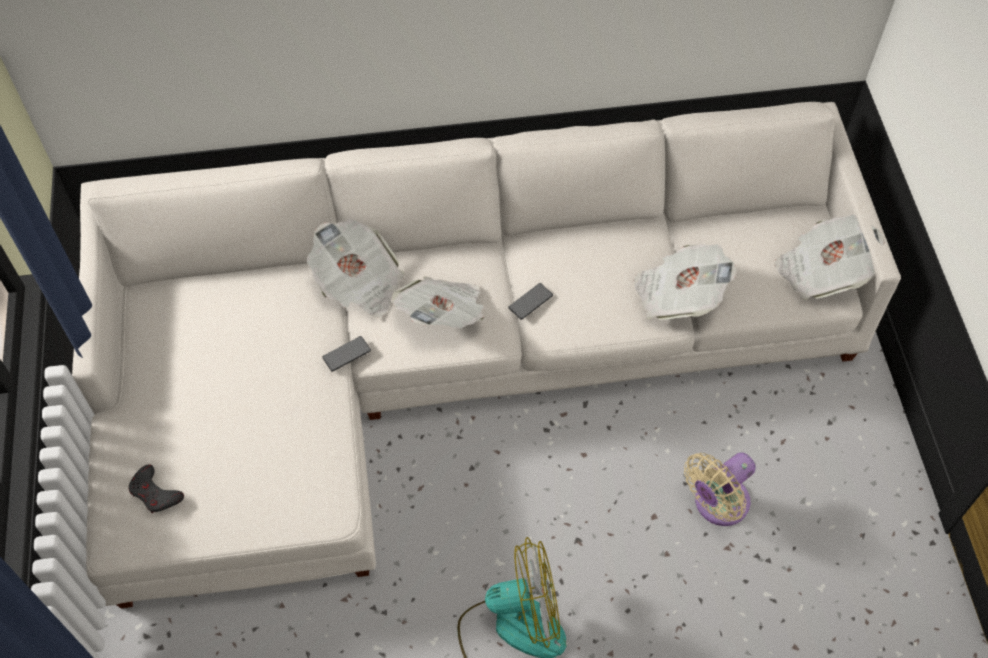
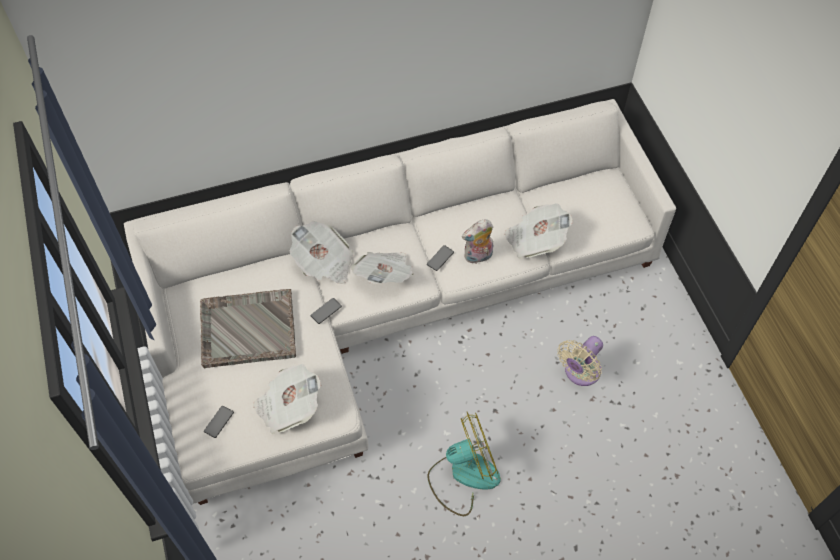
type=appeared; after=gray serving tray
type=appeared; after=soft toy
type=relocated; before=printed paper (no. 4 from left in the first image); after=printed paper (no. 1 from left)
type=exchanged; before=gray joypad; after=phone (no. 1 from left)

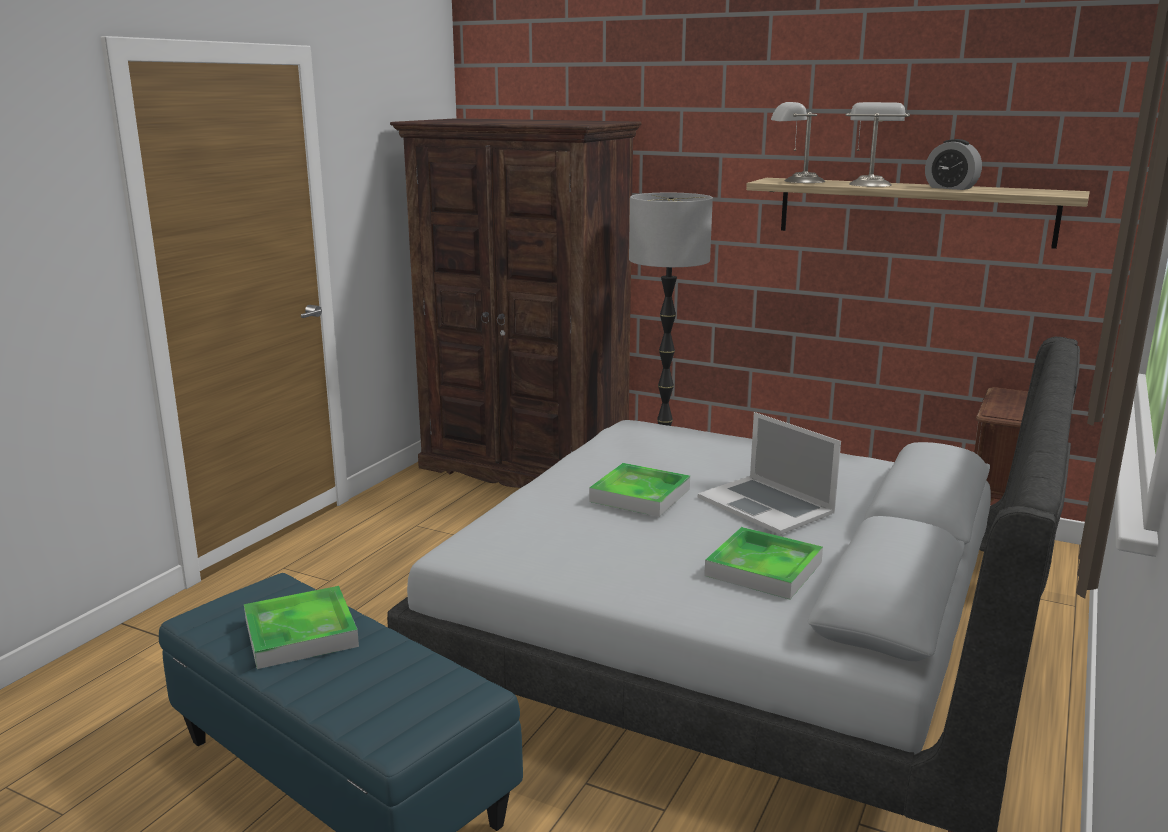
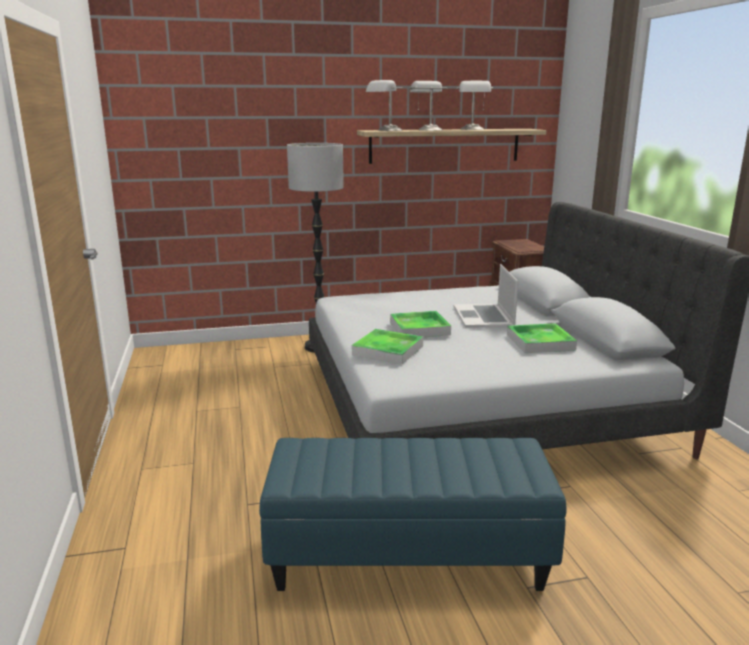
type=missing; before=brown armoire
type=relocated; before=serving tray (no. 1 from left)
type=exchanged; before=alarm clock; after=whitish tabletop lamp (no. 3 from left)
type=spun; before=portable computer; turn=75

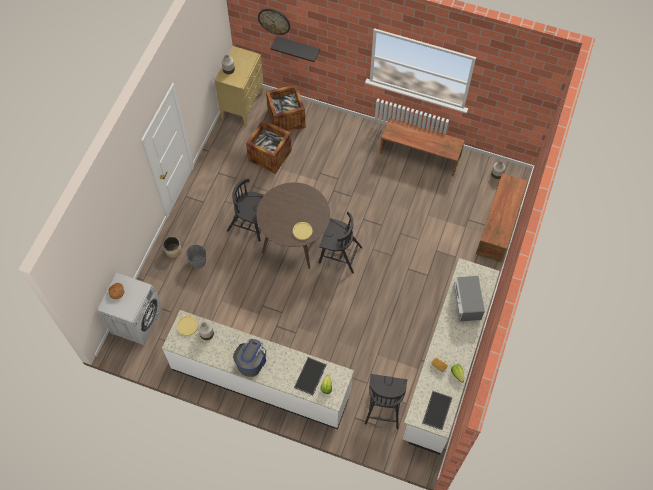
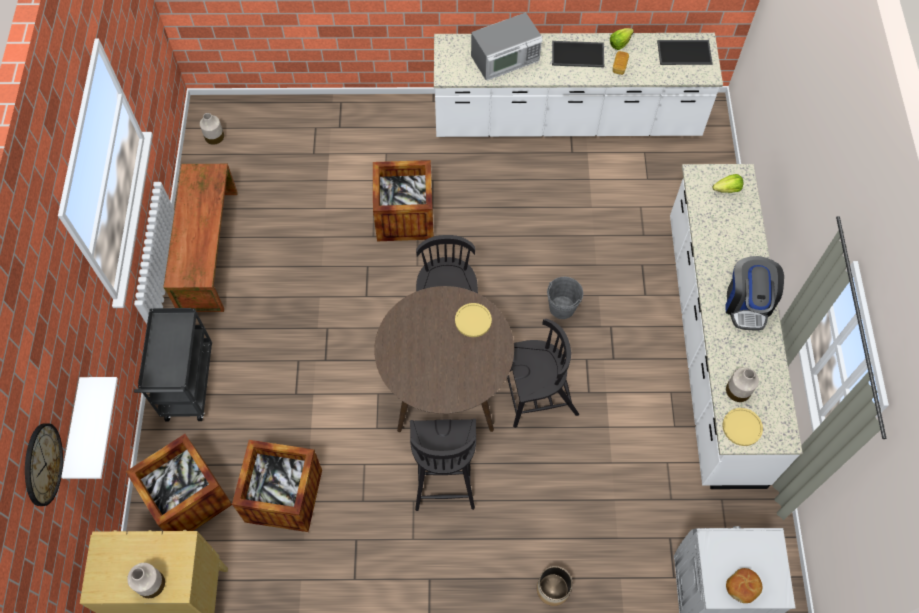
type=missing; before=brown bench (no. 2 from left)
type=appeared; after=gray cart
type=appeared; after=crate (no. 3 from left)
type=relocated; before=gray water bucket
type=relocated; before=serving tray (no. 1 from left)
type=relocated; before=blackish chair (no. 3 from left)
type=colour; before=blackish wall shelf; after=whitish wall shelf
type=spun; before=coffee machine; turn=-90

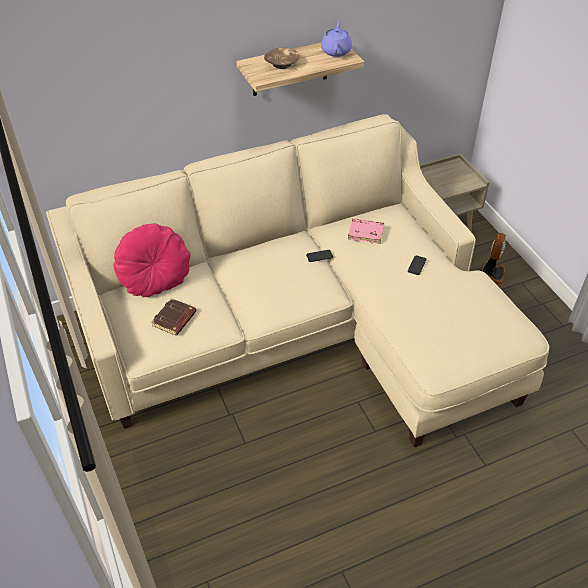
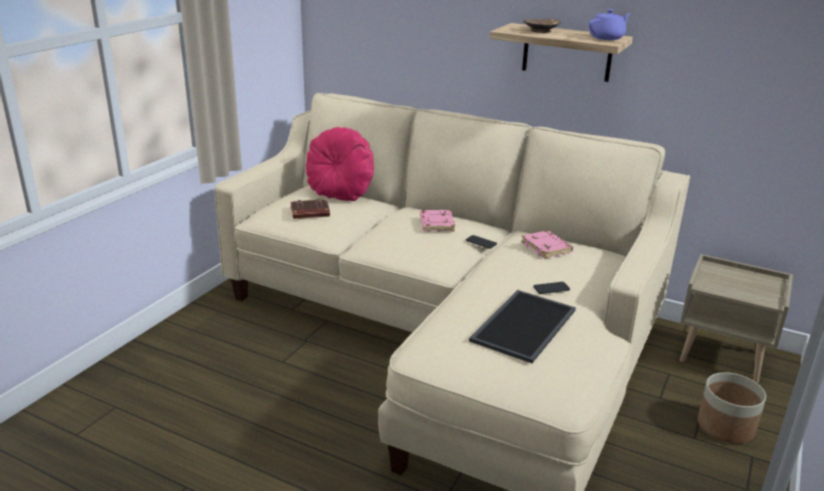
type=appeared; after=pinkish bound book (no. 1 from left)
type=appeared; after=serving tray
type=exchanged; before=electric fan; after=planter

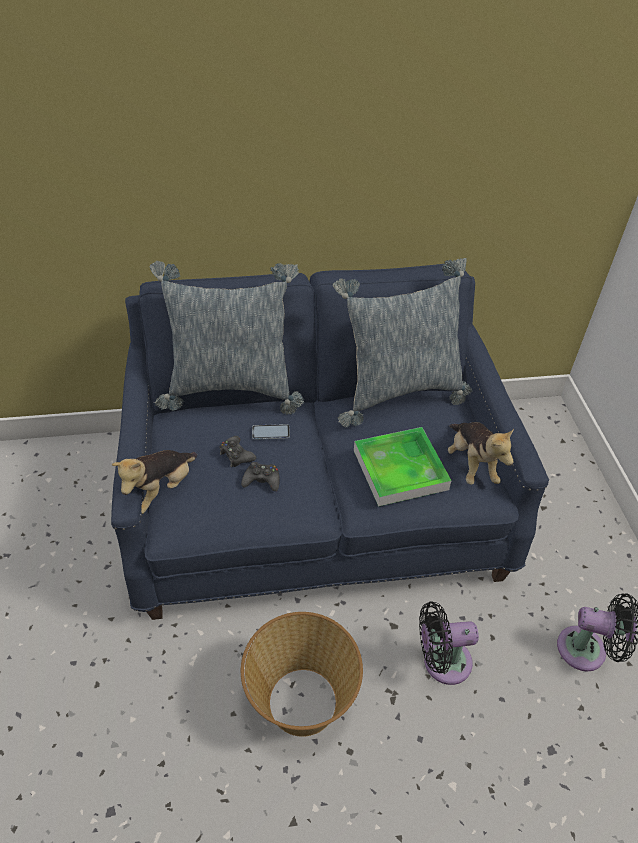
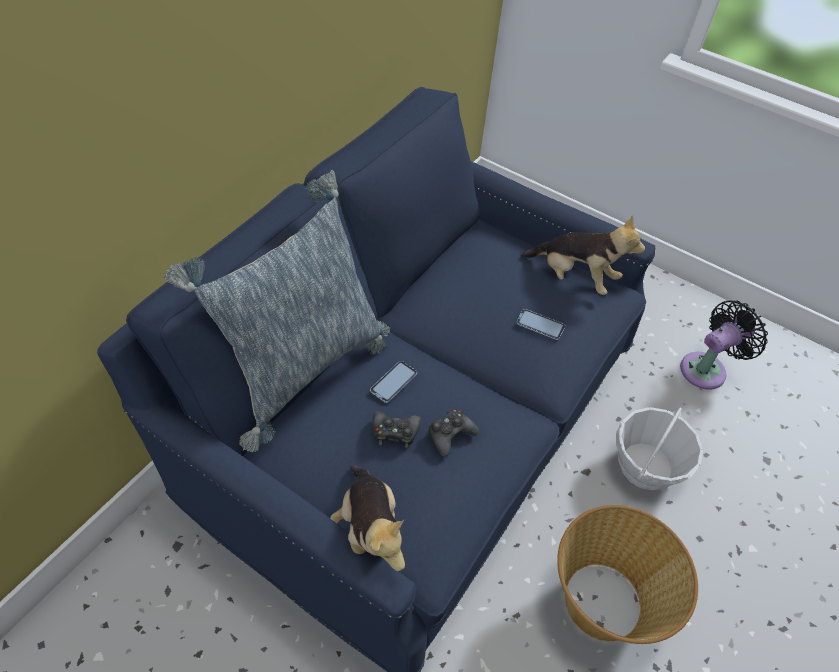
type=missing; before=cushion (no. 2 from left)
type=exchanged; before=serving tray; after=phone (no. 2 from left)
type=exchanged; before=blackish electric fan (no. 1 from left); after=basket (no. 2 from left)

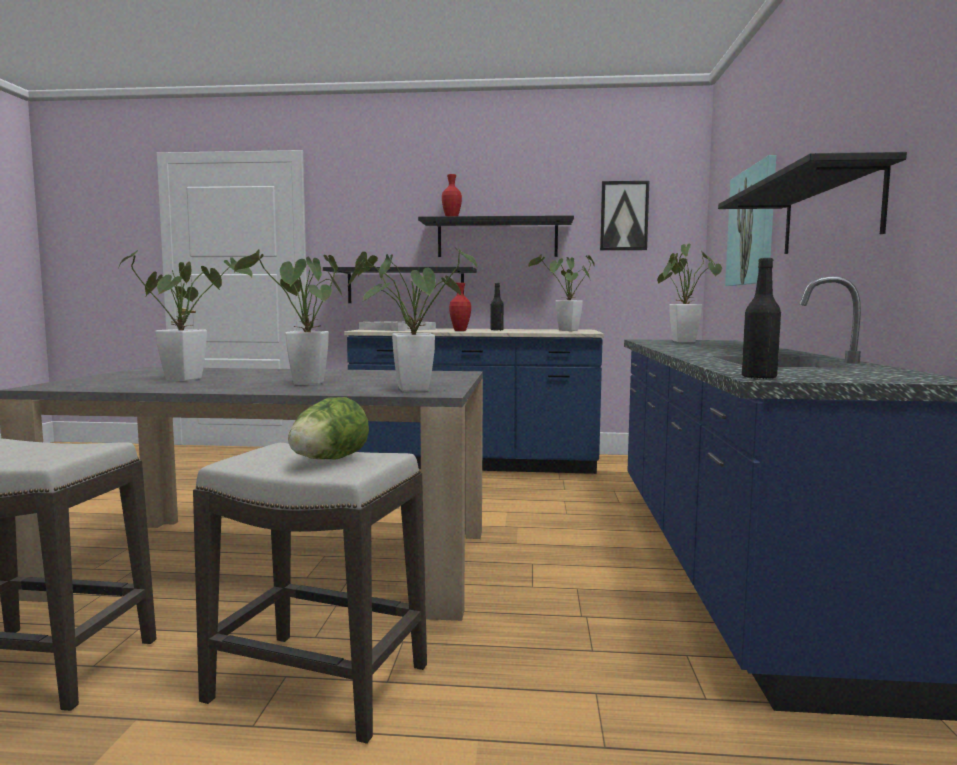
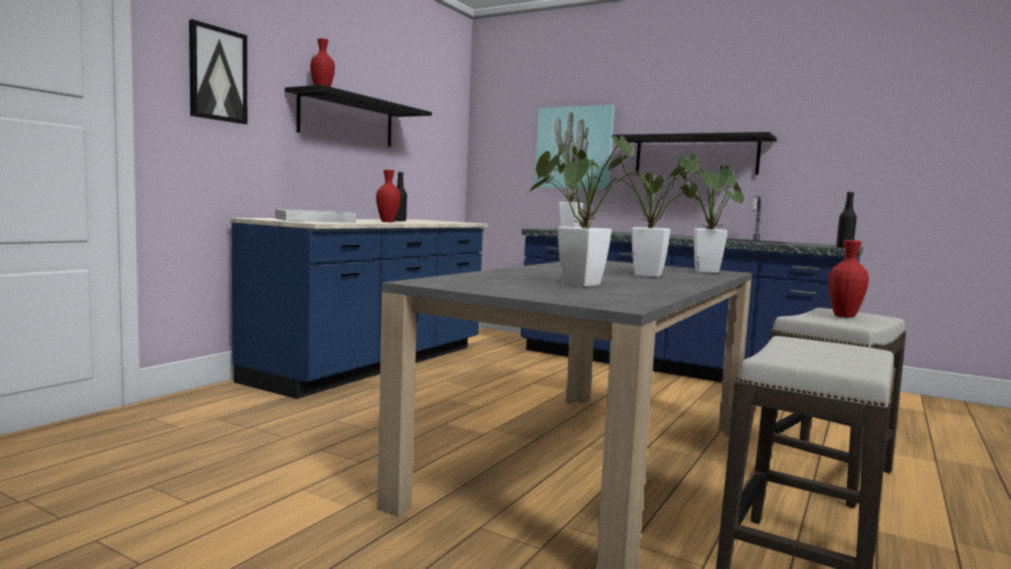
type=missing; before=blackish wall shelf (no. 1 from left)
type=missing; before=houseplant (no. 4 from left)
type=relocated; before=wall picture (no. 1 from left)
type=exchanged; before=lettuce head; after=red vase (no. 3 from left)

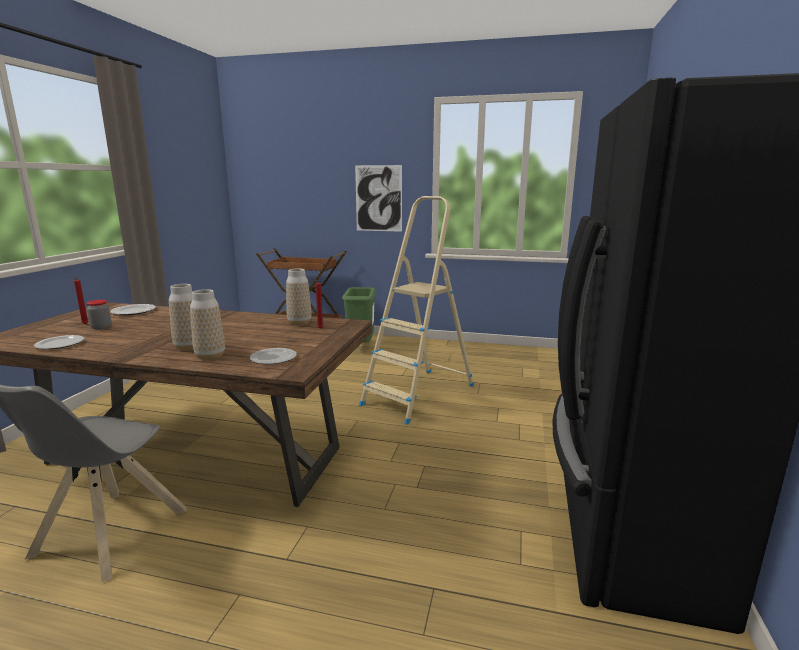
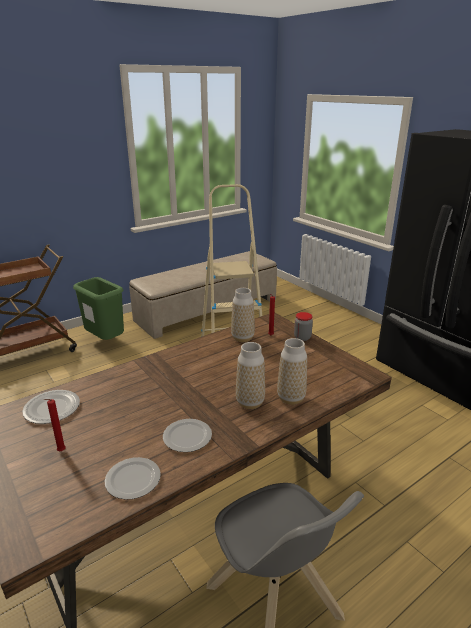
type=missing; before=wall picture
type=appeared; after=beige-coloured bench
type=relocated; before=jar
type=relocated; before=plate (no. 3 from left)

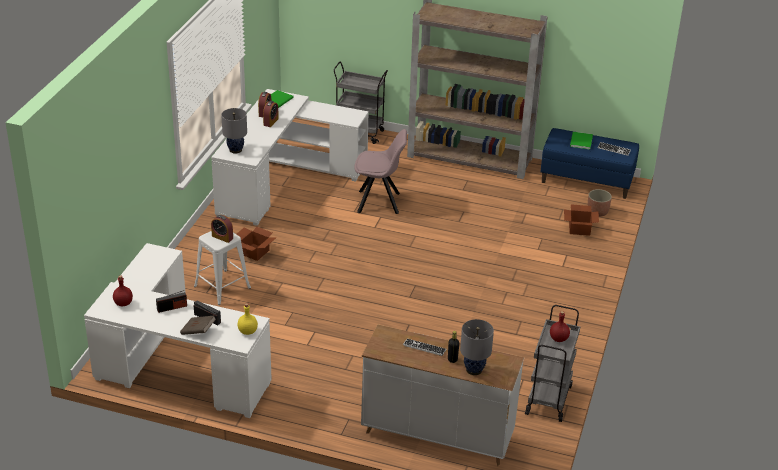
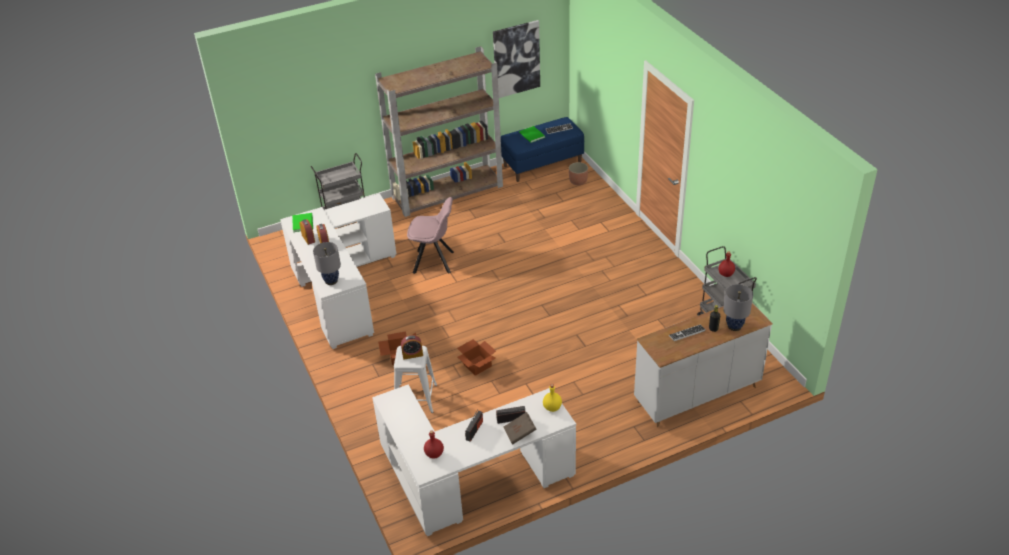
type=appeared; after=wall picture
type=relocated; before=cardboard box (no. 2 from left)
type=spun; before=pinkish chair; turn=45

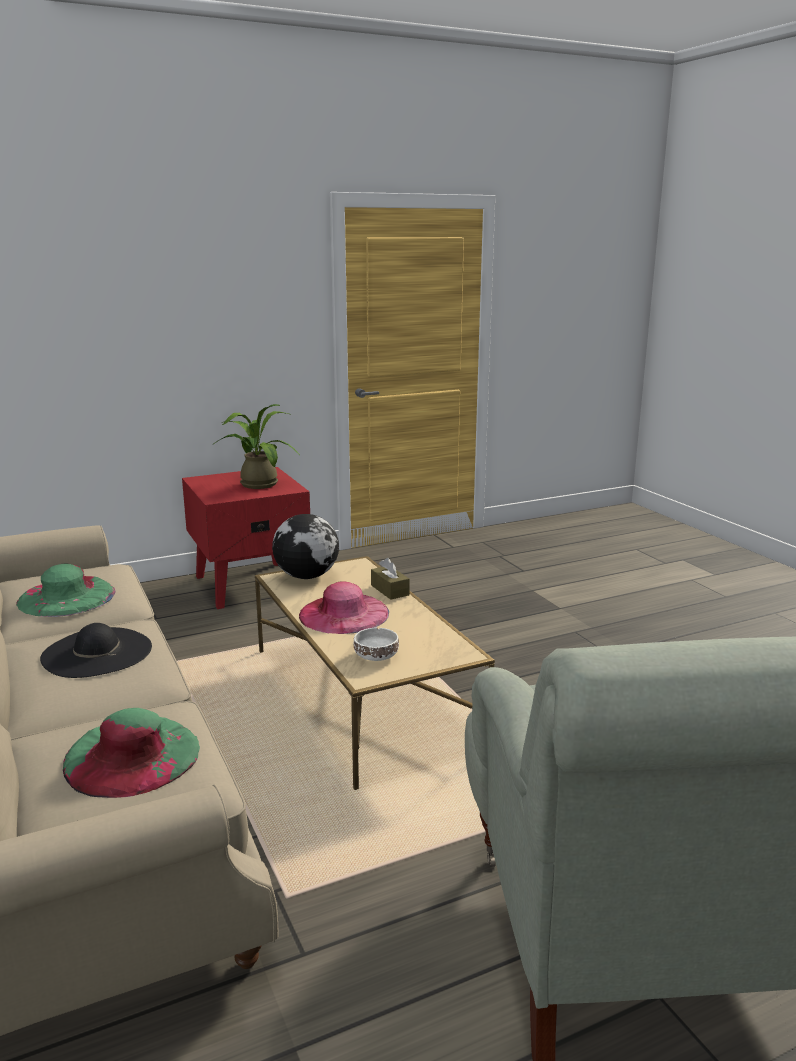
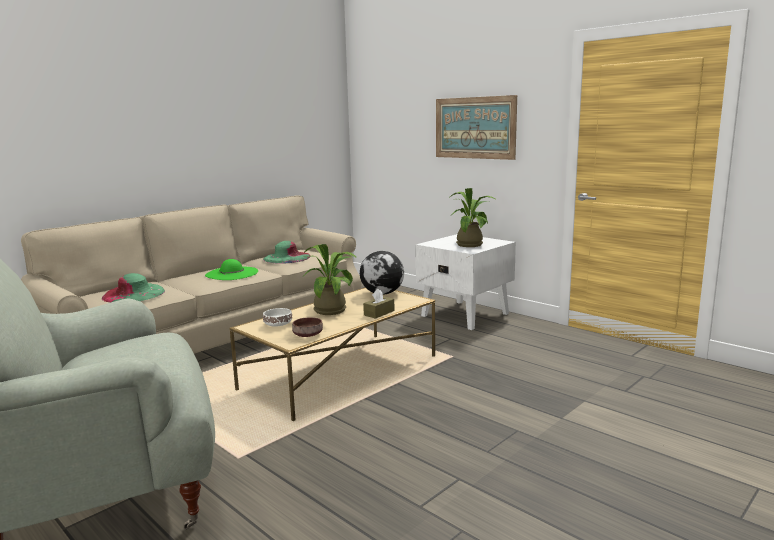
type=appeared; after=brown deep dish
type=appeared; after=wall picture
type=exchanged; before=pinkish hat; after=houseplant (no. 1 from left)
type=colour; before=blackish hat; after=green-coloured hat (no. 2 from left)
type=colour; before=red nightstand; after=whitish nightstand

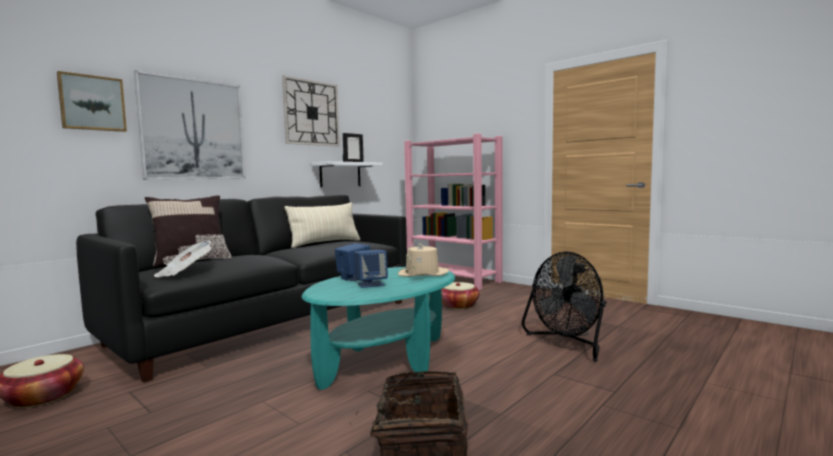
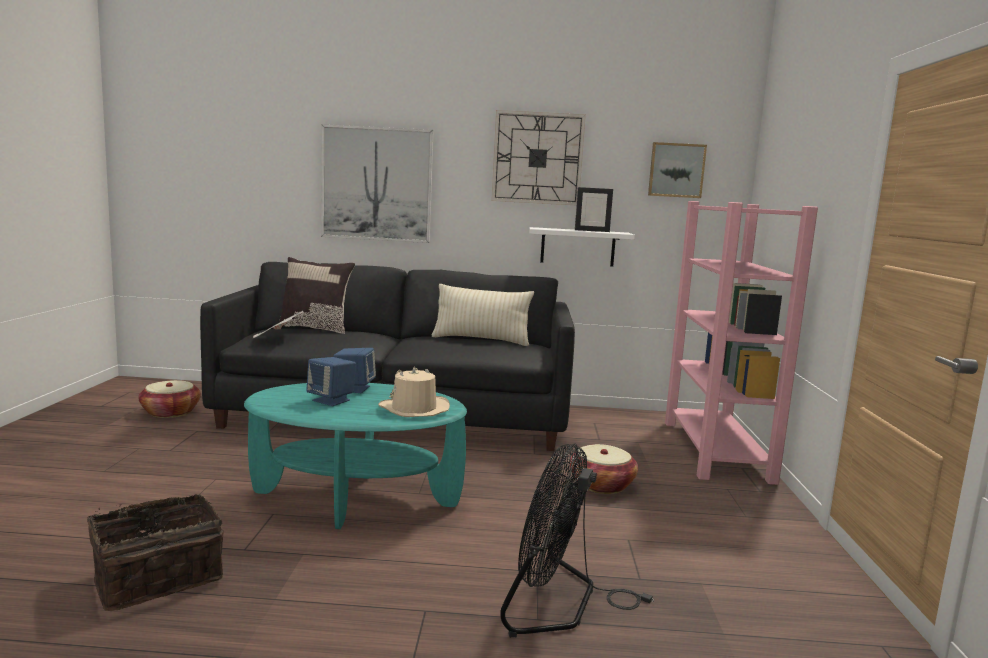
type=relocated; before=wall picture (no. 1 from left in the first image); after=wall picture (no. 2 from left)

